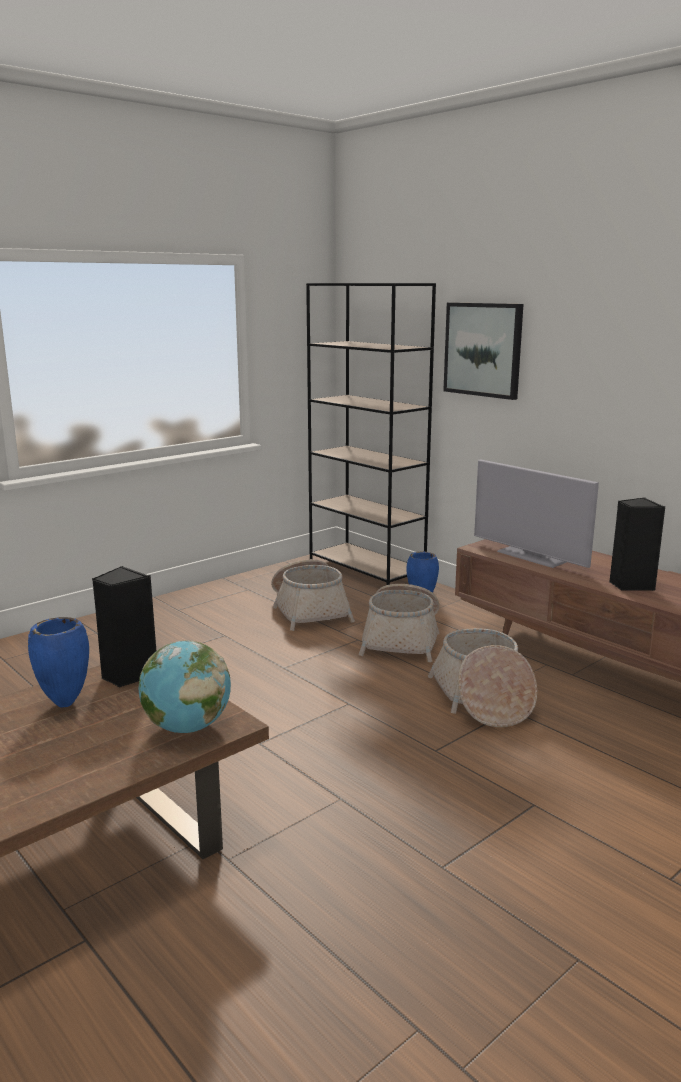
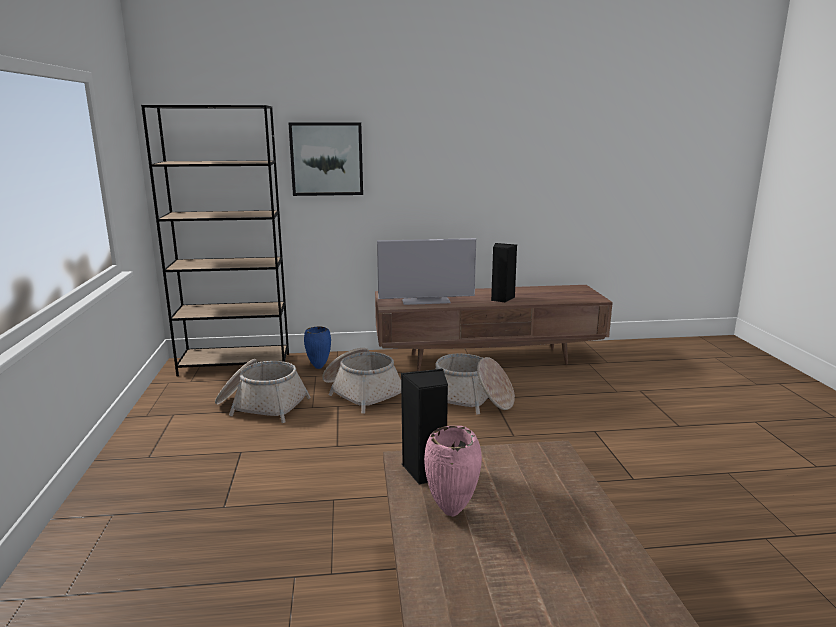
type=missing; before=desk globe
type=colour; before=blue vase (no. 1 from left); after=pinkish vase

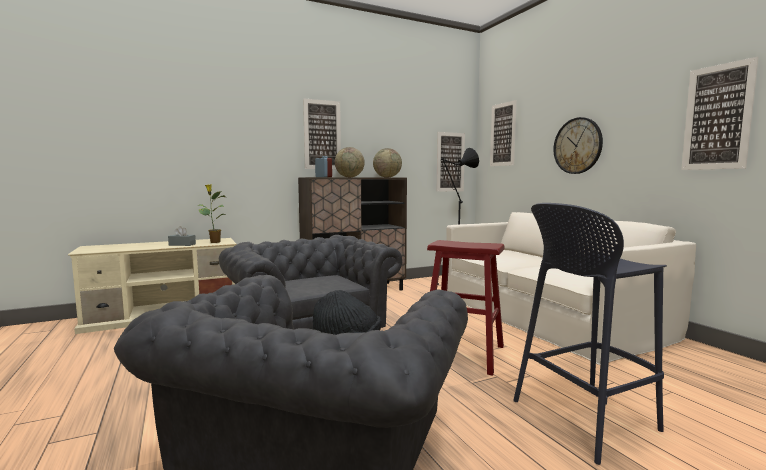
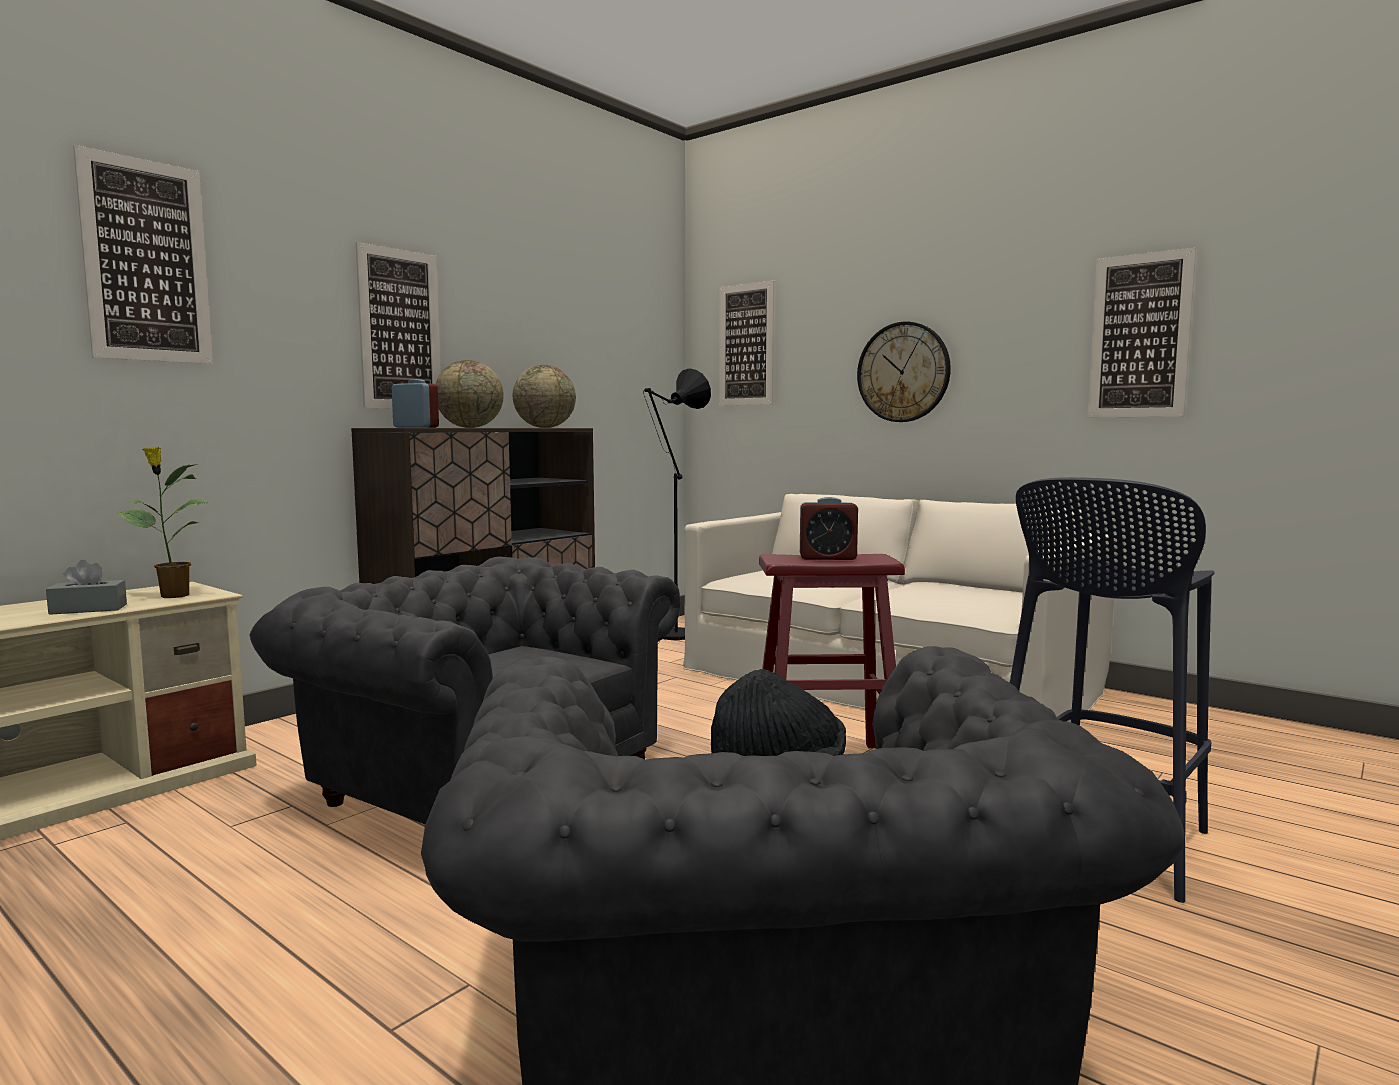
type=appeared; after=alarm clock (no. 2 from left)
type=relocated; before=wall picture (no. 2 from left in the first image); after=wall picture (no. 1 from left)

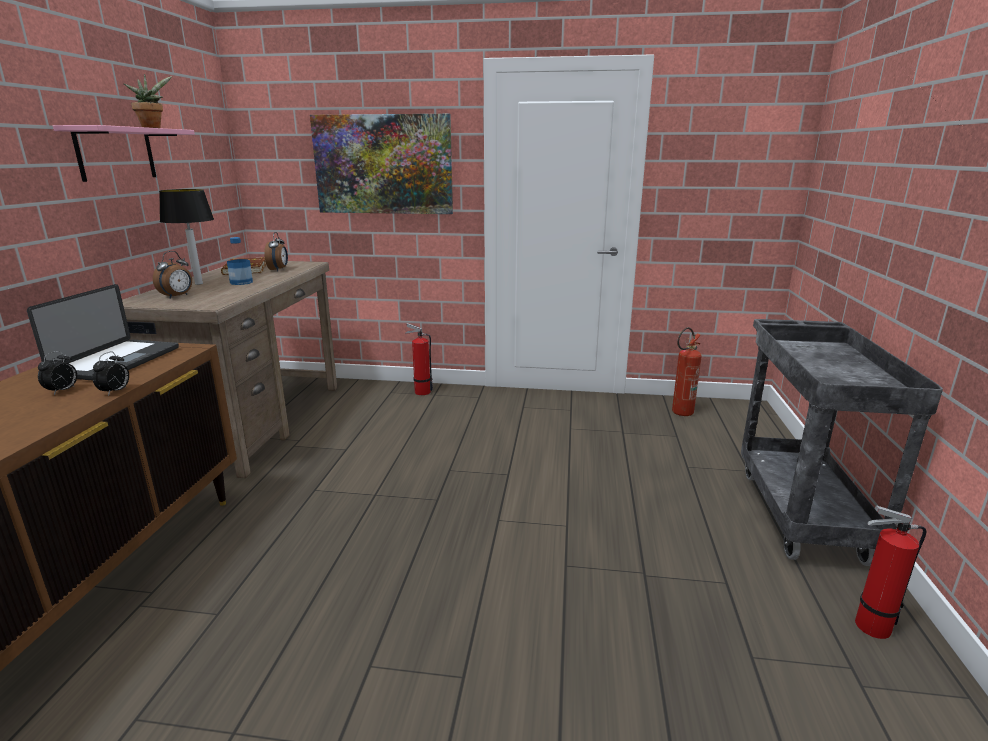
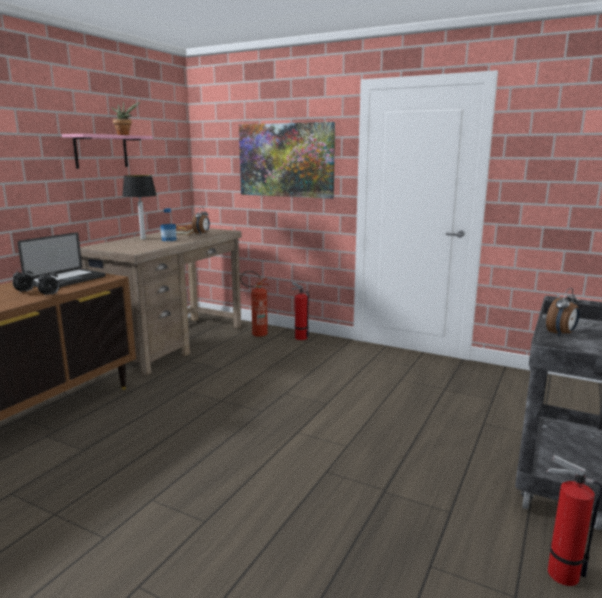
type=relocated; before=alarm clock (no. 3 from left in the first image); after=alarm clock (no. 4 from left)
type=relocated; before=fire-fighting cylinder (no. 2 from left in the first image); after=fire-fighting cylinder (no. 1 from left)

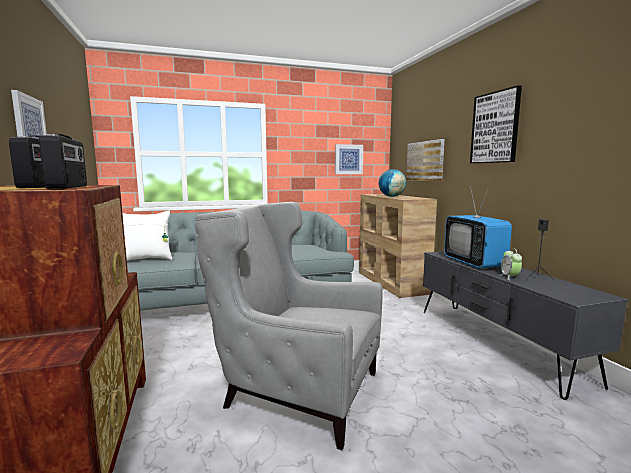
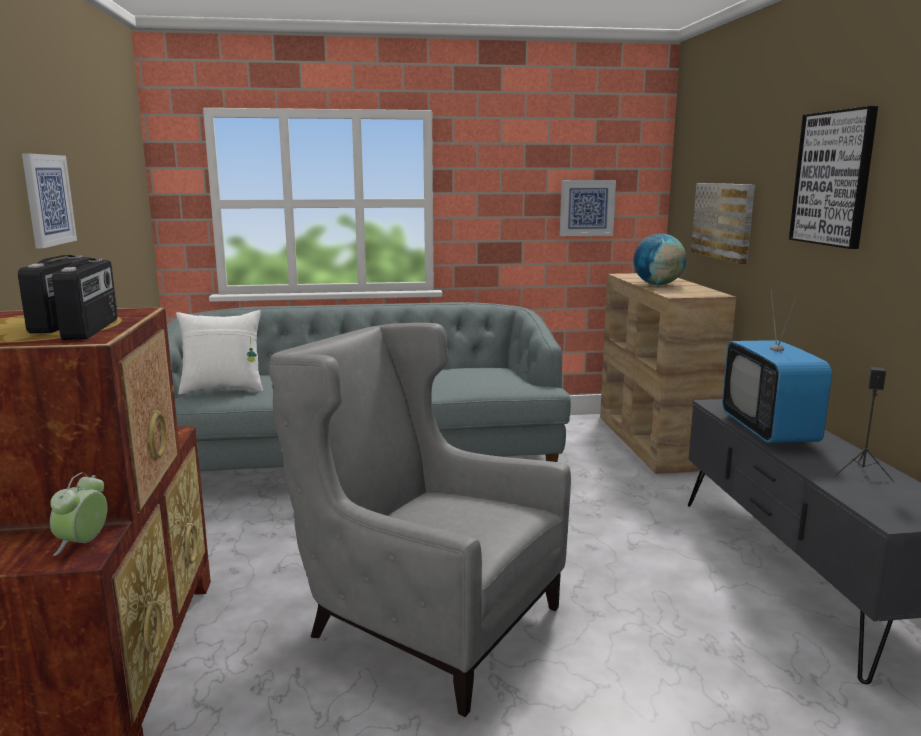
type=relocated; before=alarm clock

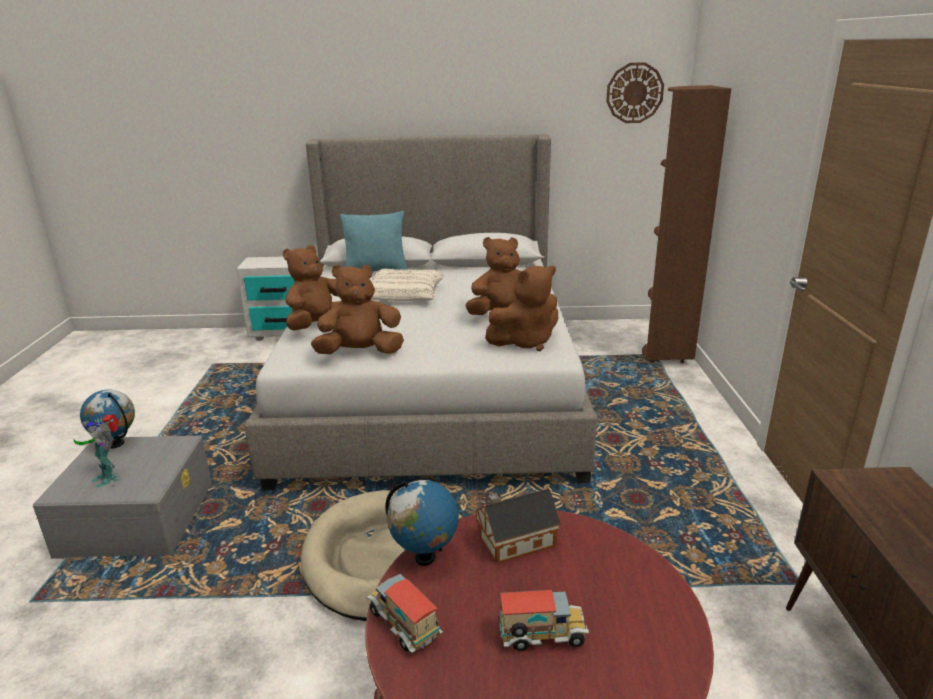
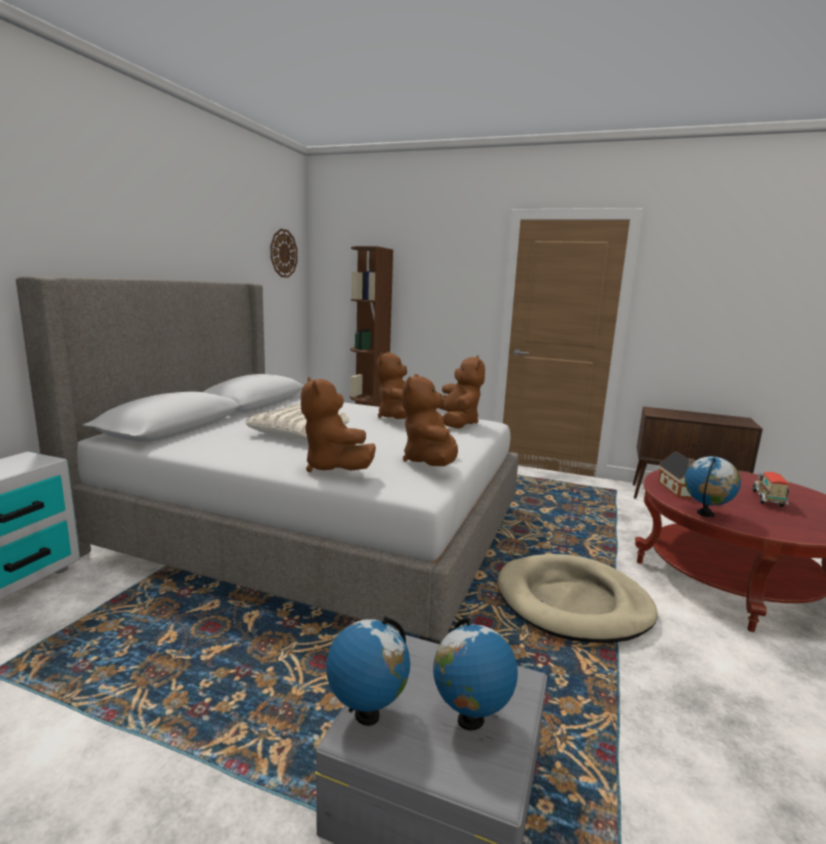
type=missing; before=turquoise-coloured cushion
type=missing; before=toy truck (no. 1 from left)
type=exchanged; before=robot figure; after=desk globe (no. 2 from left)

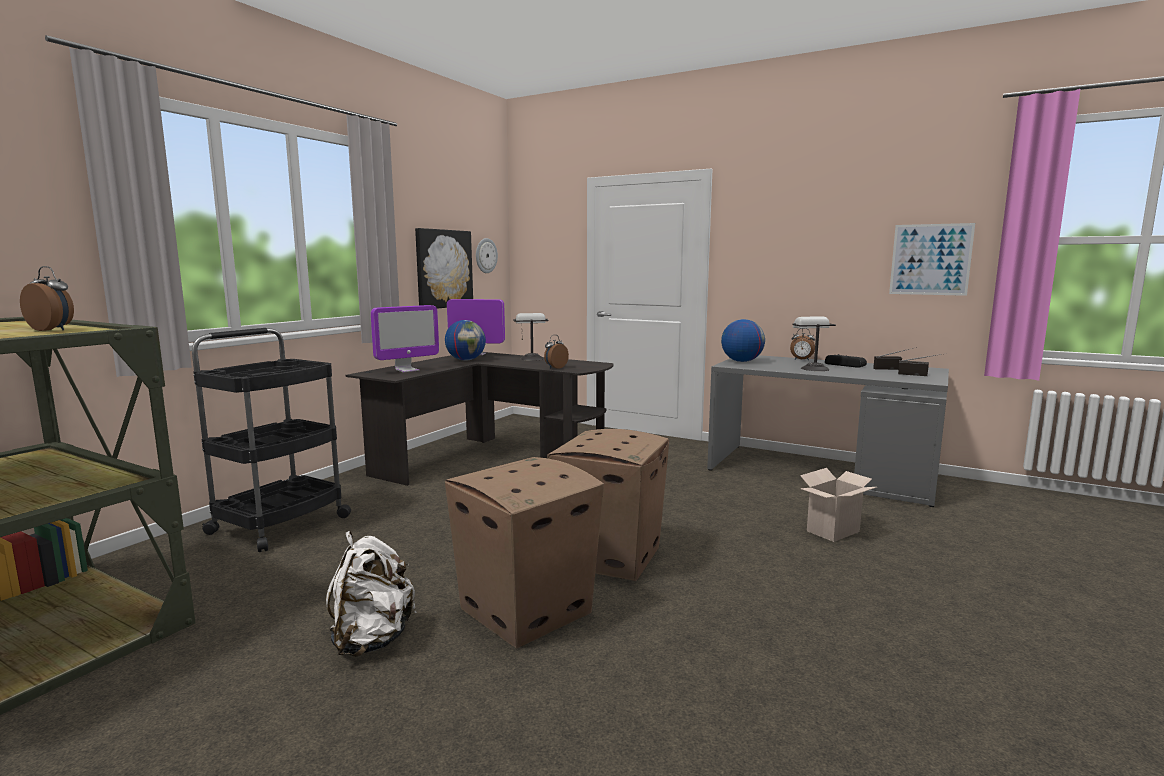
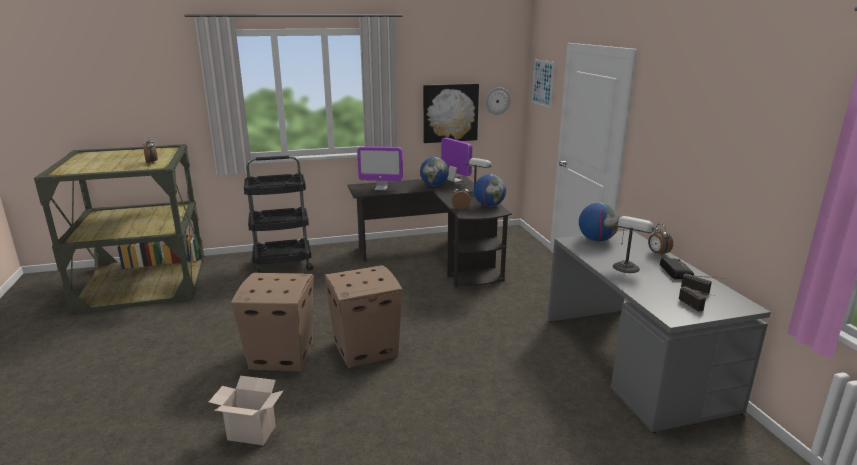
type=missing; before=whitish knapsack
type=appeared; after=desk globe (no. 2 from left)
type=relocated; before=cardboard box (no. 3 from left in the first image); after=cardboard box (no. 1 from left)
type=relocated; before=wall picture (no. 2 from left)

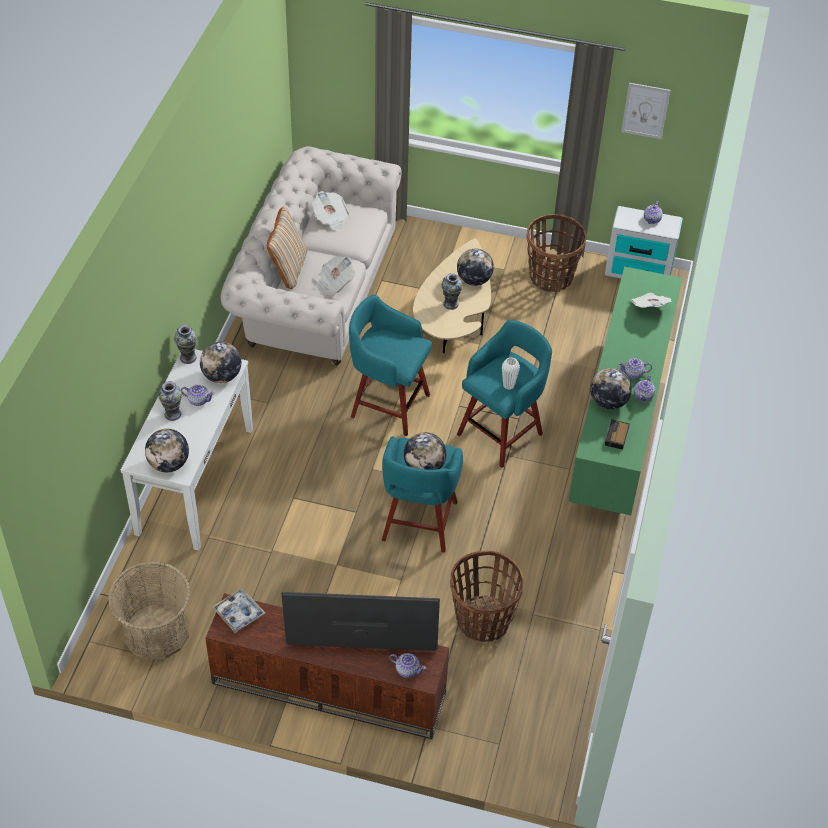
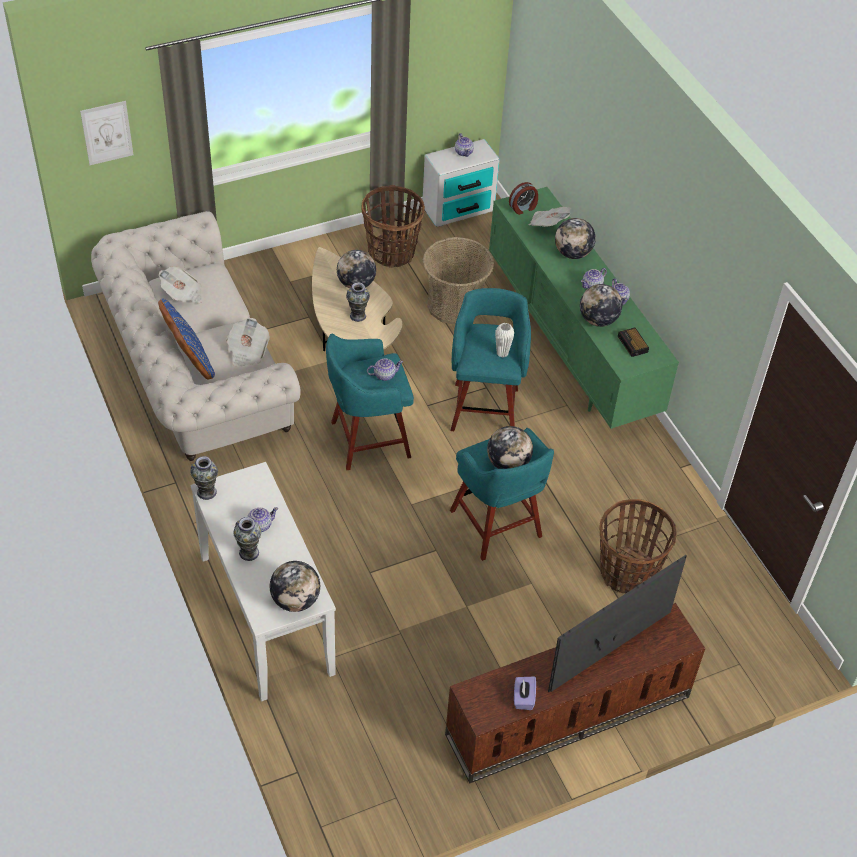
type=missing; before=serving tray
type=appeared; after=alarm clock (no. 1 from left)
type=appeared; after=purplish tissue box
type=relocated; before=basket (no. 1 from left in the first image); after=basket (no. 2 from left)
type=relocated; before=desk globe (no. 2 from left in the first image); after=desk globe (no. 4 from left)
type=relocated; before=tea pot (no. 2 from left)
type=relocated; before=wall picture
type=colour; before=beige-coloured cushion; after=blue cushion

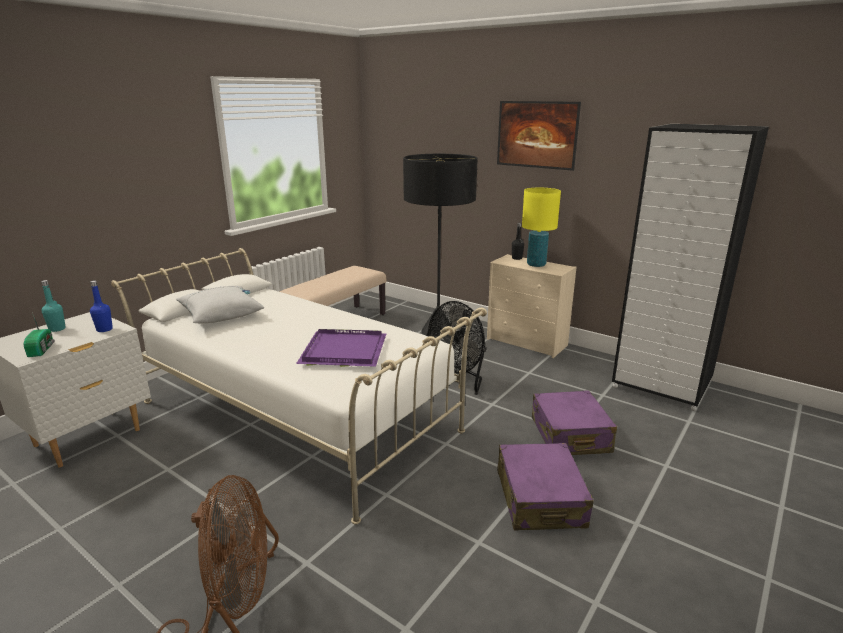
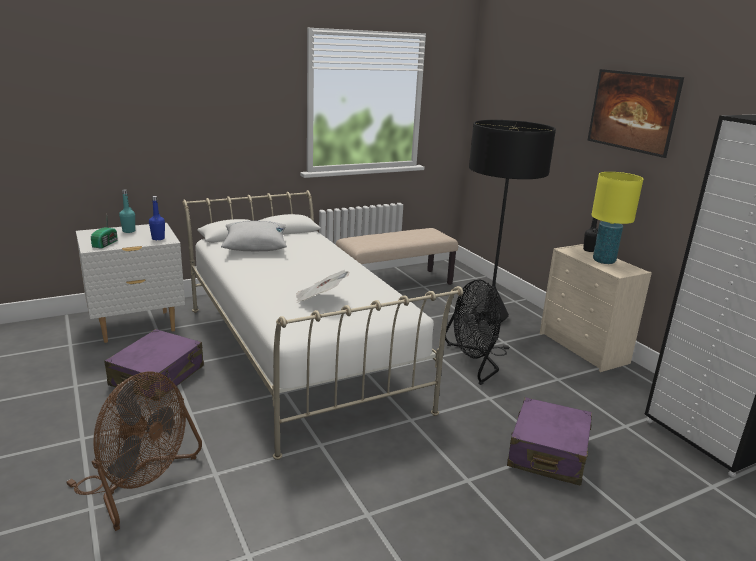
type=relocated; before=purplish piece of luggage (no. 1 from left)
type=exchanged; before=purplish serving tray; after=printed paper

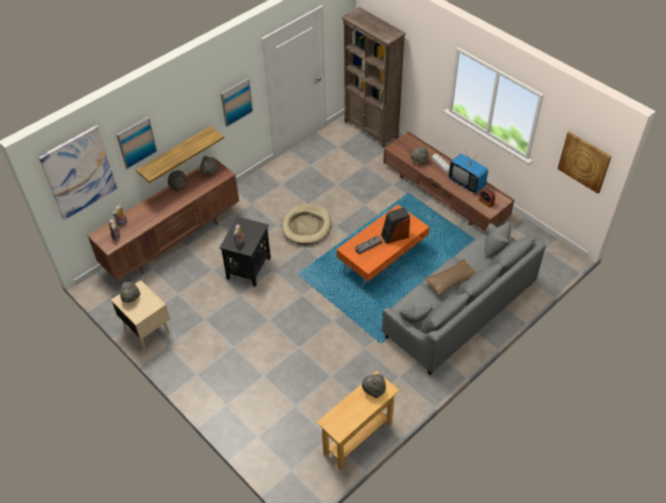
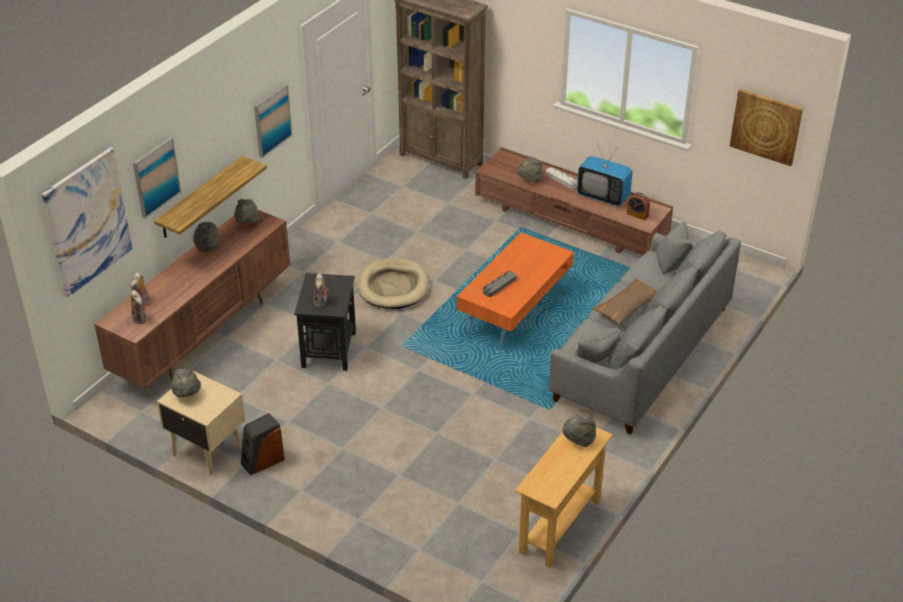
type=relocated; before=speaker

